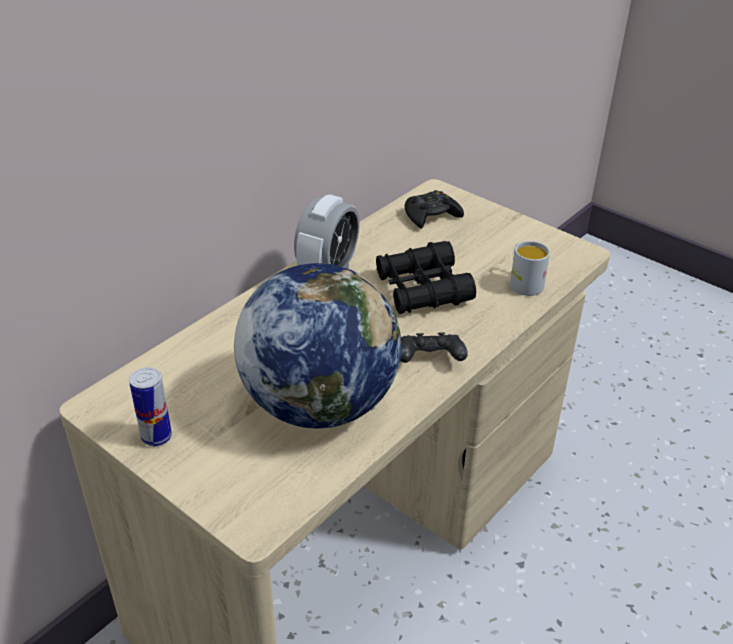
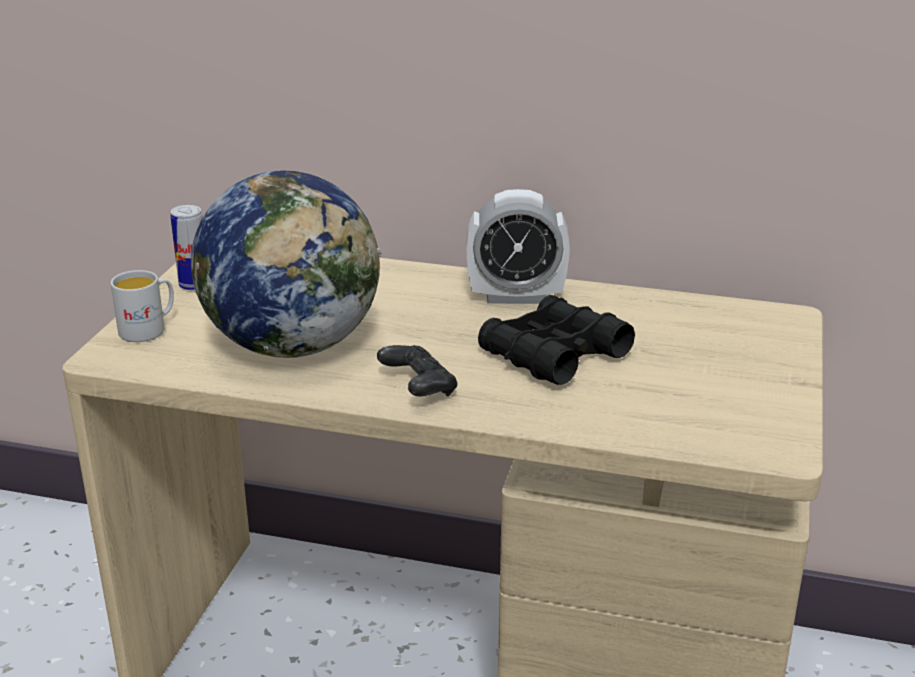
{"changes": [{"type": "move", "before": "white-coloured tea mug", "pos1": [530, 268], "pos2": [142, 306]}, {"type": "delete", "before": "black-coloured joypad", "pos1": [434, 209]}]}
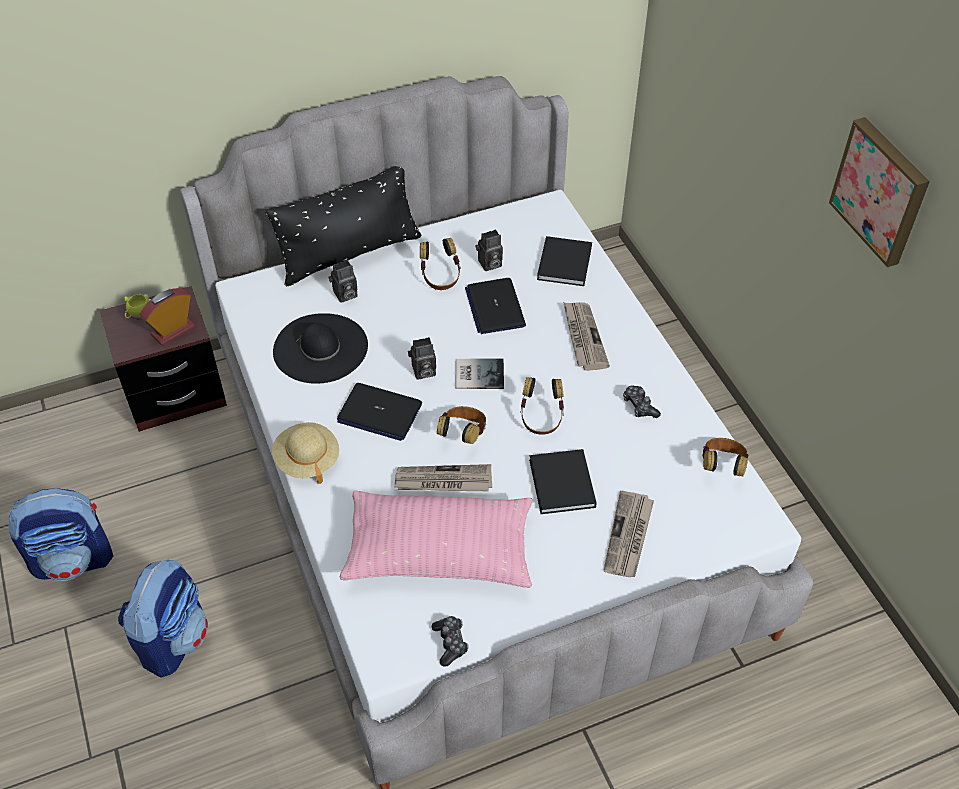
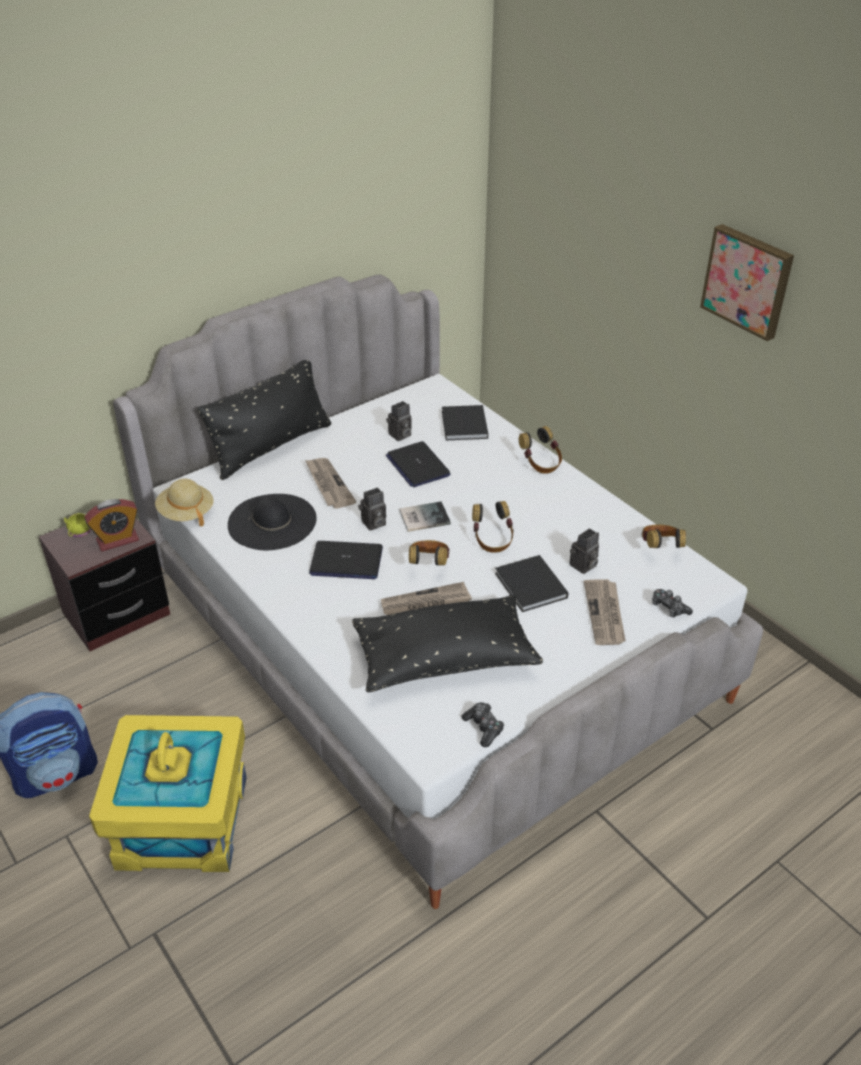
{"changes": [{"type": "rotate", "before": "bedside clock", "pos1": [167, 317], "pos2": [112, 525], "turn": -150}, {"type": "replace", "before": "backpack", "after": "yellow storage container", "pos1": [163, 618], "pos2": [168, 793]}, {"type": "move", "before": "beige hat", "pos1": [305, 453], "pos2": [184, 502]}, {"type": "move", "before": "printed paper", "pos1": [586, 336], "pos2": [330, 483]}, {"type": "recolor", "before": "pinkish throw pillow", "after": "black-coloured throw pillow", "pos1": [435, 539], "pos2": [447, 643]}, {"type": "move", "before": "headphones", "pos1": [440, 264], "pos2": [540, 450]}, {"type": "move", "before": "photo camera", "pos1": [343, 281], "pos2": [584, 551]}, {"type": "move", "before": "joypad", "pos1": [642, 402], "pos2": [672, 603]}]}
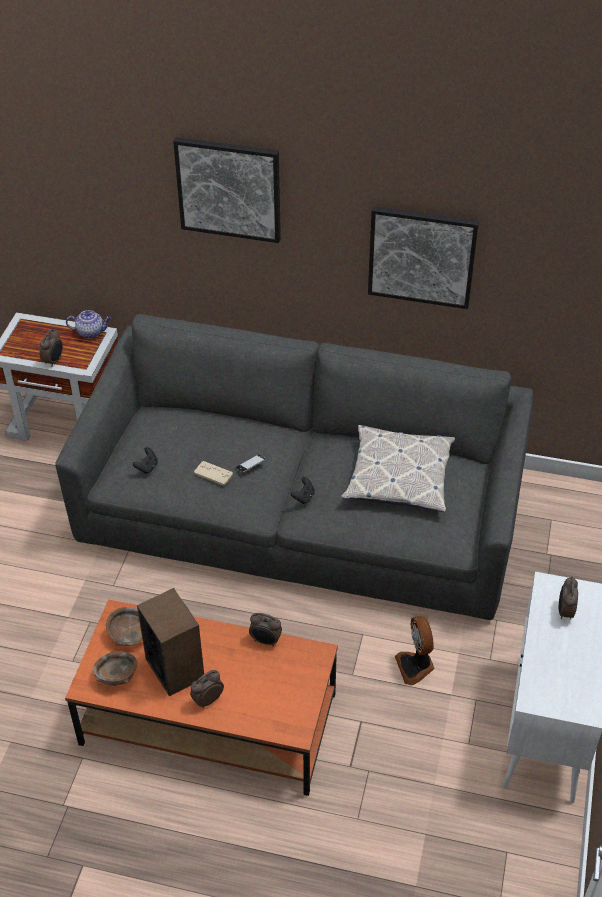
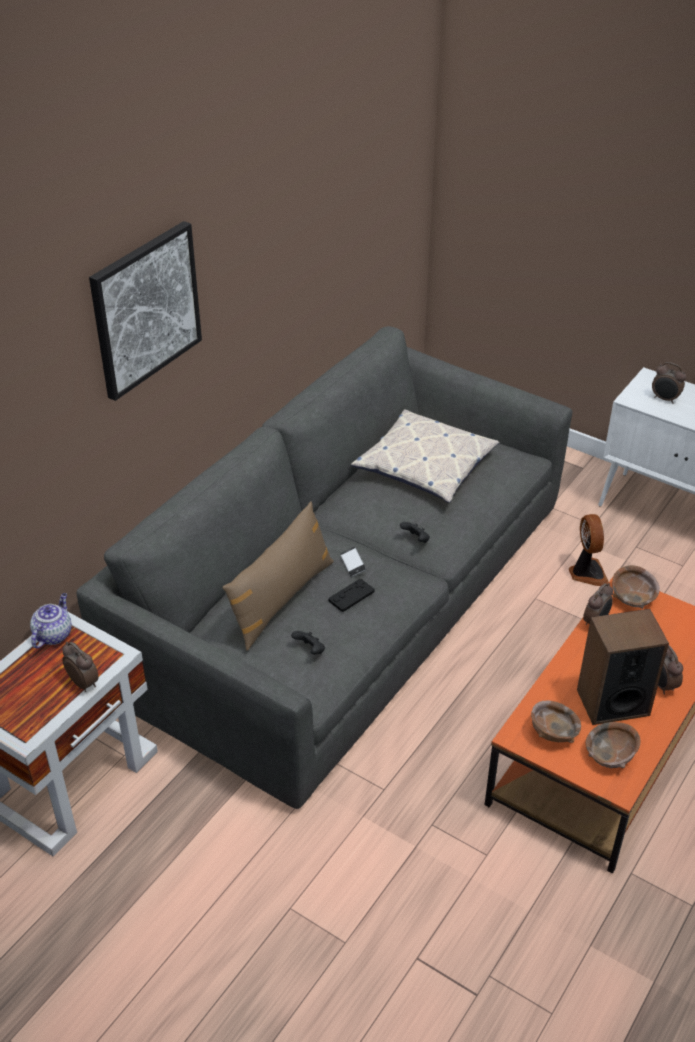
{"changes": [{"type": "insert", "after": "brownish throw pillow", "pos2": [278, 576]}, {"type": "recolor", "before": "beige joypad", "after": "black-coloured joypad", "pos1": [213, 473], "pos2": [351, 595]}, {"type": "rotate", "before": "cooling fan", "pos1": [414, 650], "pos2": [589, 550], "turn": -105}, {"type": "insert", "after": "brownish serving bowl", "pos2": [636, 587]}, {"type": "delete", "before": "wall art", "pos1": [423, 257]}]}
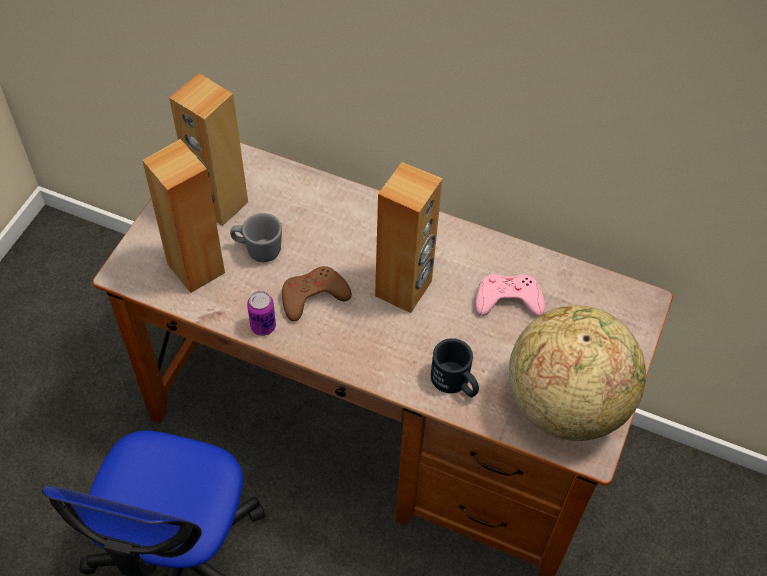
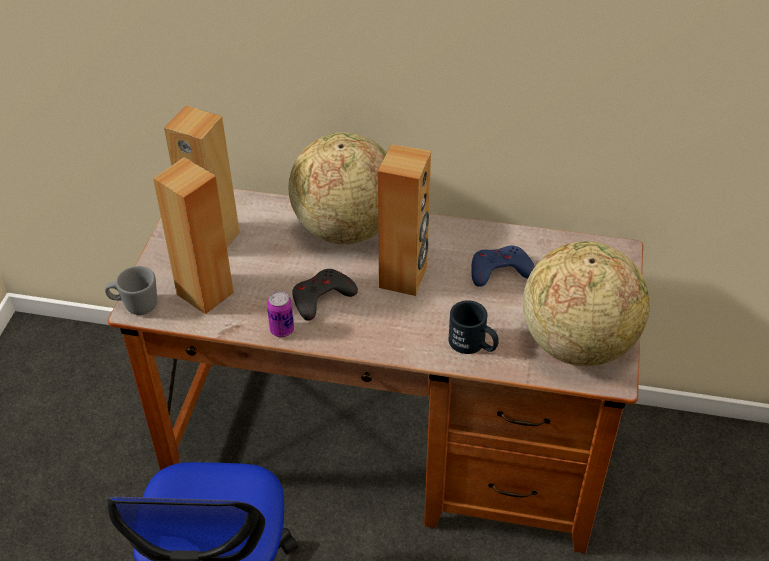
{"changes": [{"type": "move", "before": "greyish tea mug", "pos1": [256, 237], "pos2": [131, 290]}, {"type": "insert", "after": "desk globe", "pos2": [338, 188]}, {"type": "recolor", "before": "brownish joypad", "after": "greyish joypad", "pos1": [317, 293], "pos2": [325, 295]}, {"type": "recolor", "before": "pinkish joypad", "after": "bluish joypad", "pos1": [510, 295], "pos2": [503, 266]}]}
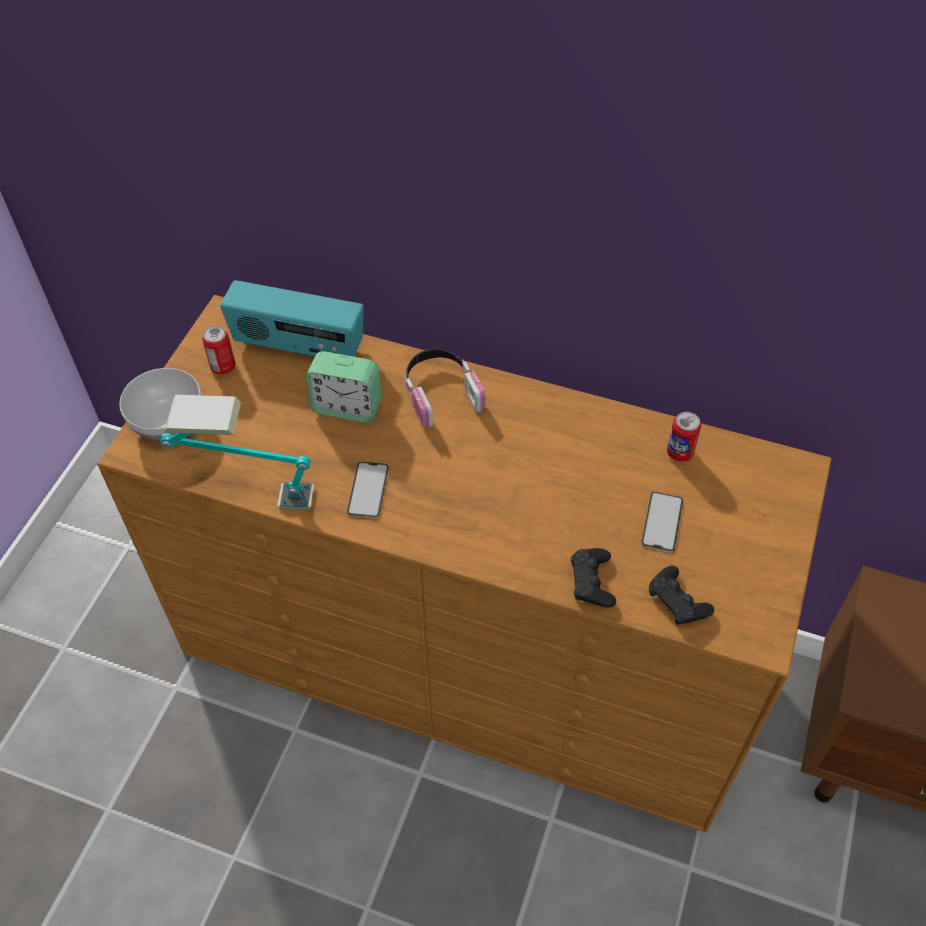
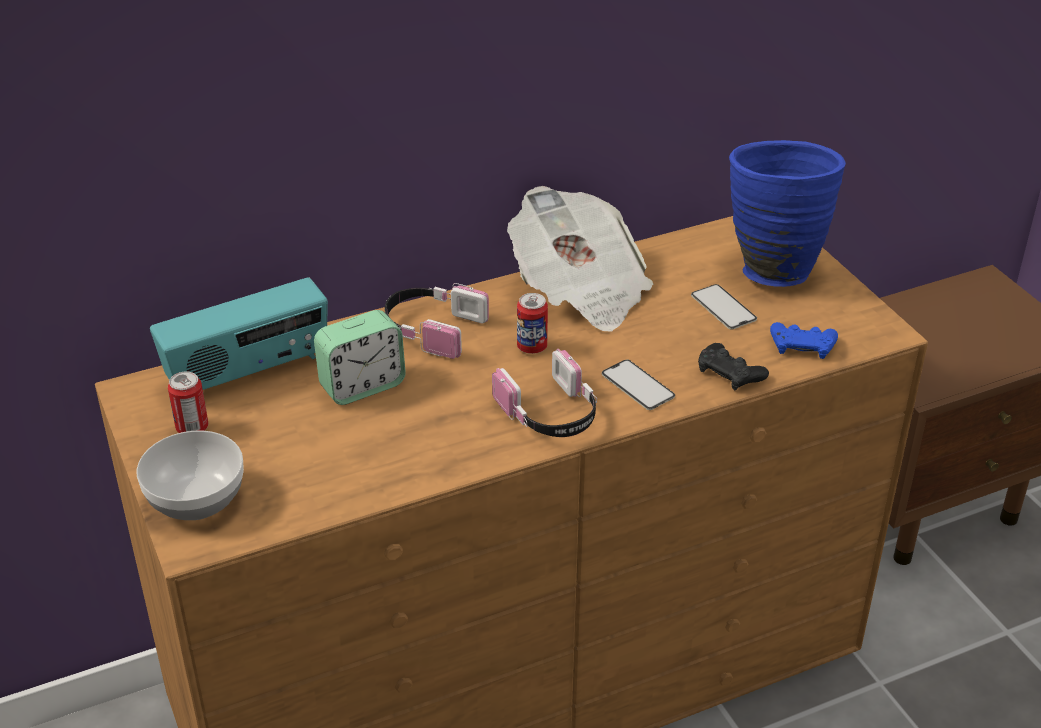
{"changes": [{"type": "insert", "after": "headphones", "pos2": [544, 393]}, {"type": "insert", "after": "printed paper", "pos2": [580, 259]}, {"type": "move", "before": "can", "pos1": [684, 437], "pos2": [532, 323]}, {"type": "move", "before": "telephone", "pos1": [368, 490], "pos2": [638, 384]}, {"type": "insert", "after": "bluish vase", "pos2": [787, 213]}, {"type": "recolor", "before": "black-coloured joypad", "after": "bluish joypad", "pos1": [681, 595], "pos2": [804, 340]}, {"type": "delete", "before": "lamp for a table", "pos1": [237, 452]}]}
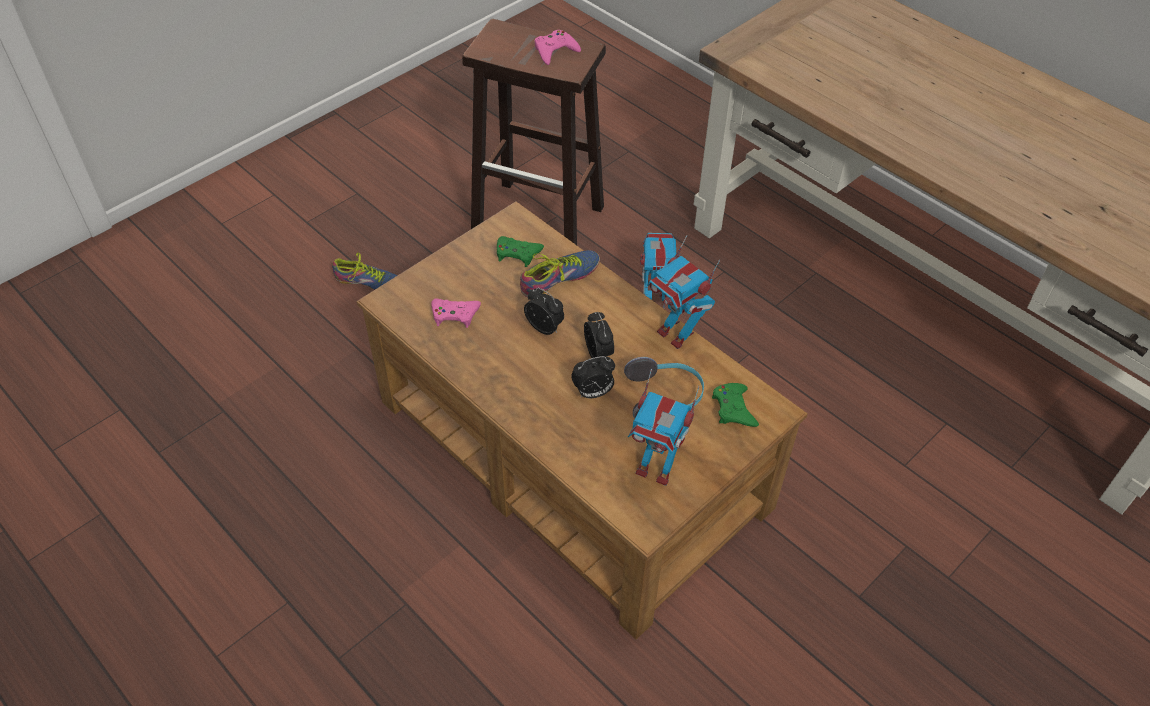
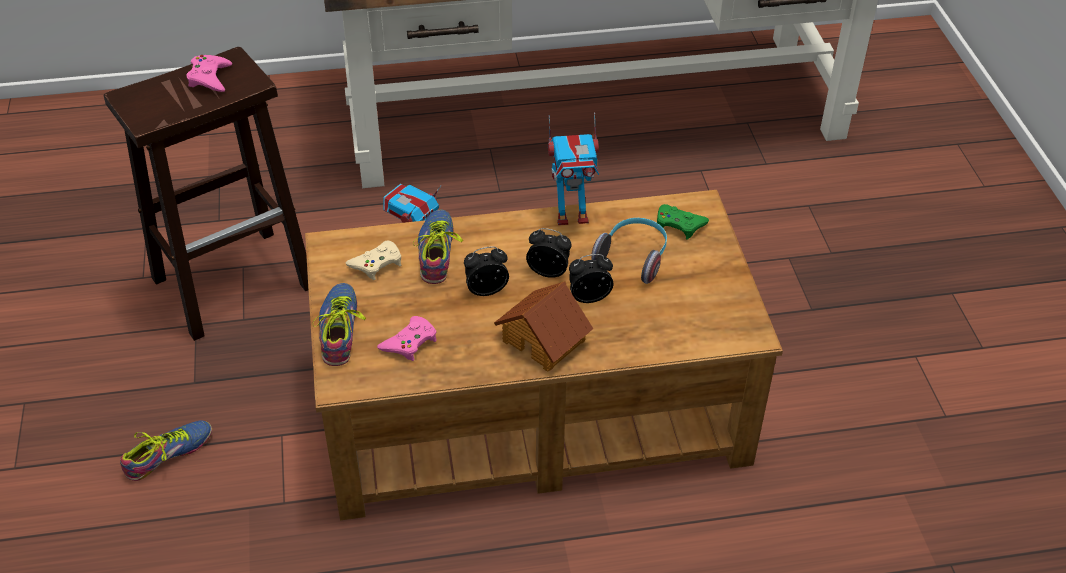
{"changes": [{"type": "insert", "after": "low shoe", "pos2": [339, 324]}, {"type": "recolor", "before": "green-coloured joypad", "after": "beige joypad", "pos1": [520, 251], "pos2": [373, 260]}, {"type": "insert", "after": "miniature house", "pos2": [543, 326]}, {"type": "rotate", "before": "bedside clock", "pos1": [593, 377], "pos2": [591, 278], "turn": -120}, {"type": "delete", "before": "robot figure", "pos1": [663, 427]}]}
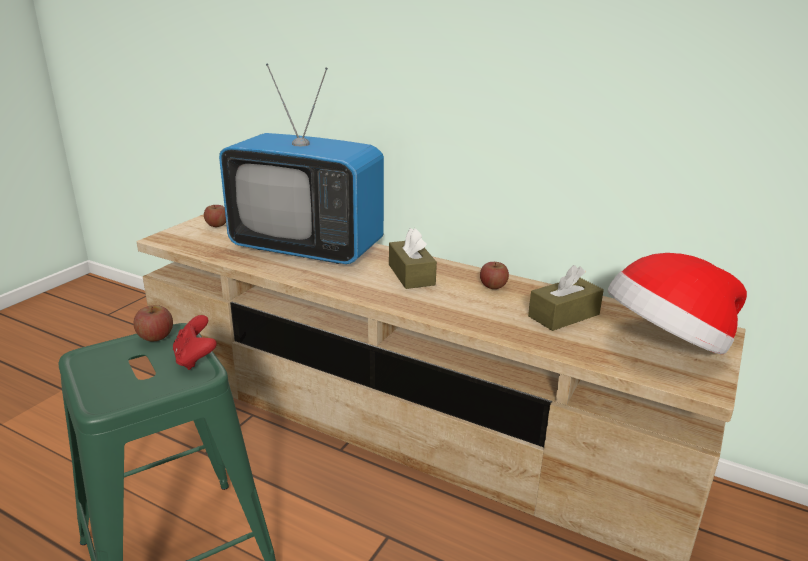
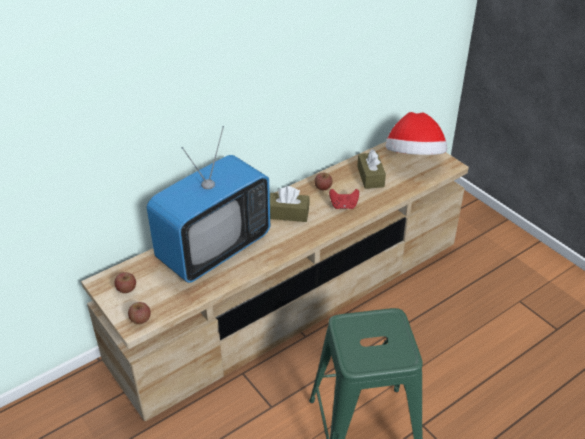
{"changes": [{"type": "move", "before": "apple fruit", "pos1": [153, 323], "pos2": [139, 313]}, {"type": "move", "before": "reddish joypad", "pos1": [195, 342], "pos2": [344, 199]}]}
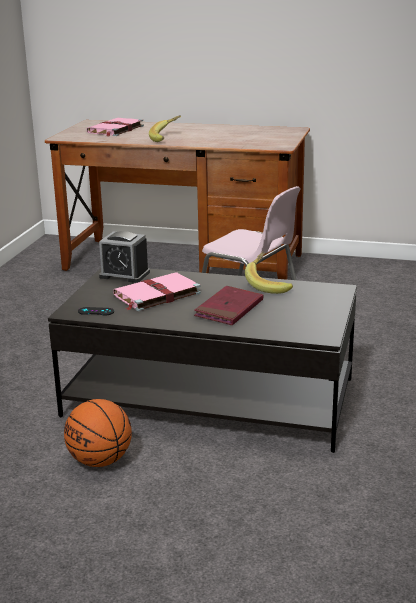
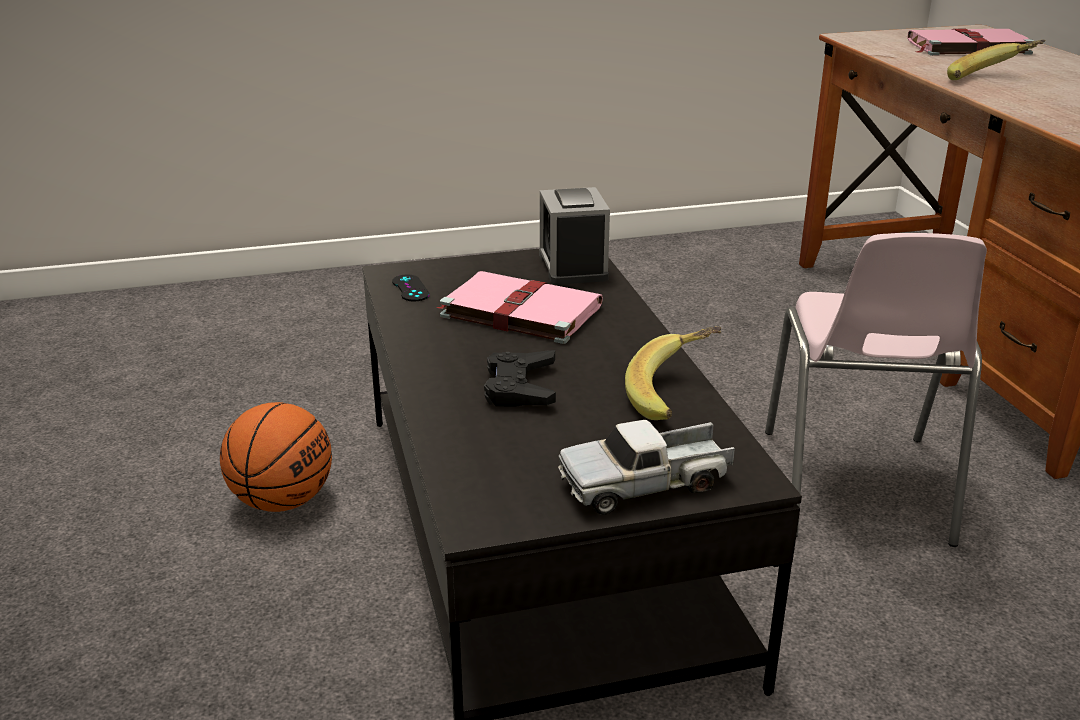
{"changes": [{"type": "replace", "before": "reddish bound book", "after": "black-coloured joypad", "pos1": [228, 305], "pos2": [520, 378]}, {"type": "insert", "after": "model truck", "pos2": [646, 467]}]}
